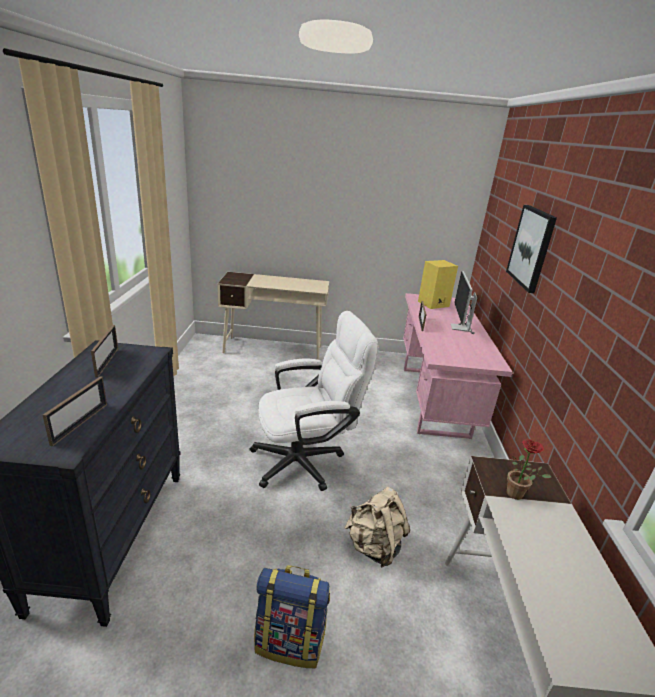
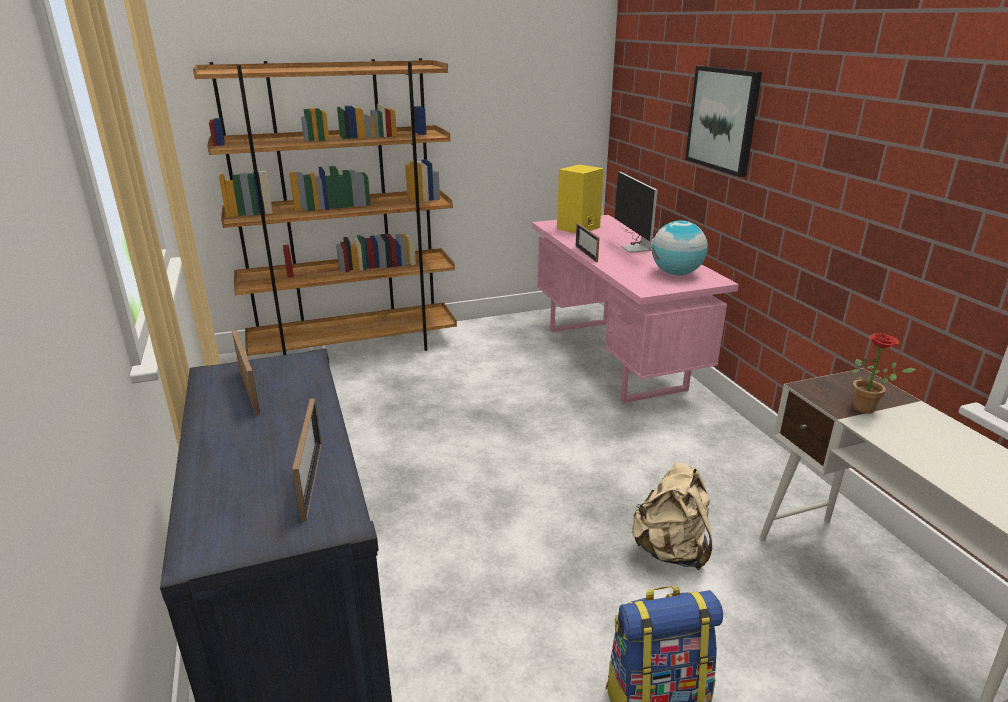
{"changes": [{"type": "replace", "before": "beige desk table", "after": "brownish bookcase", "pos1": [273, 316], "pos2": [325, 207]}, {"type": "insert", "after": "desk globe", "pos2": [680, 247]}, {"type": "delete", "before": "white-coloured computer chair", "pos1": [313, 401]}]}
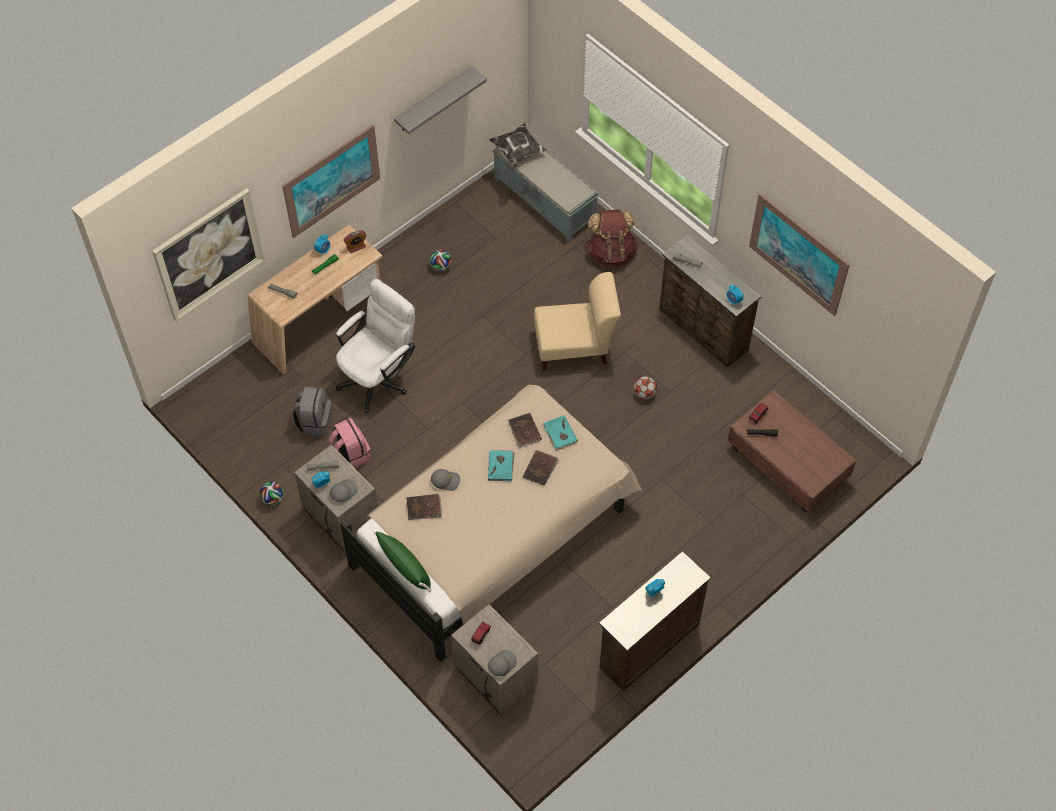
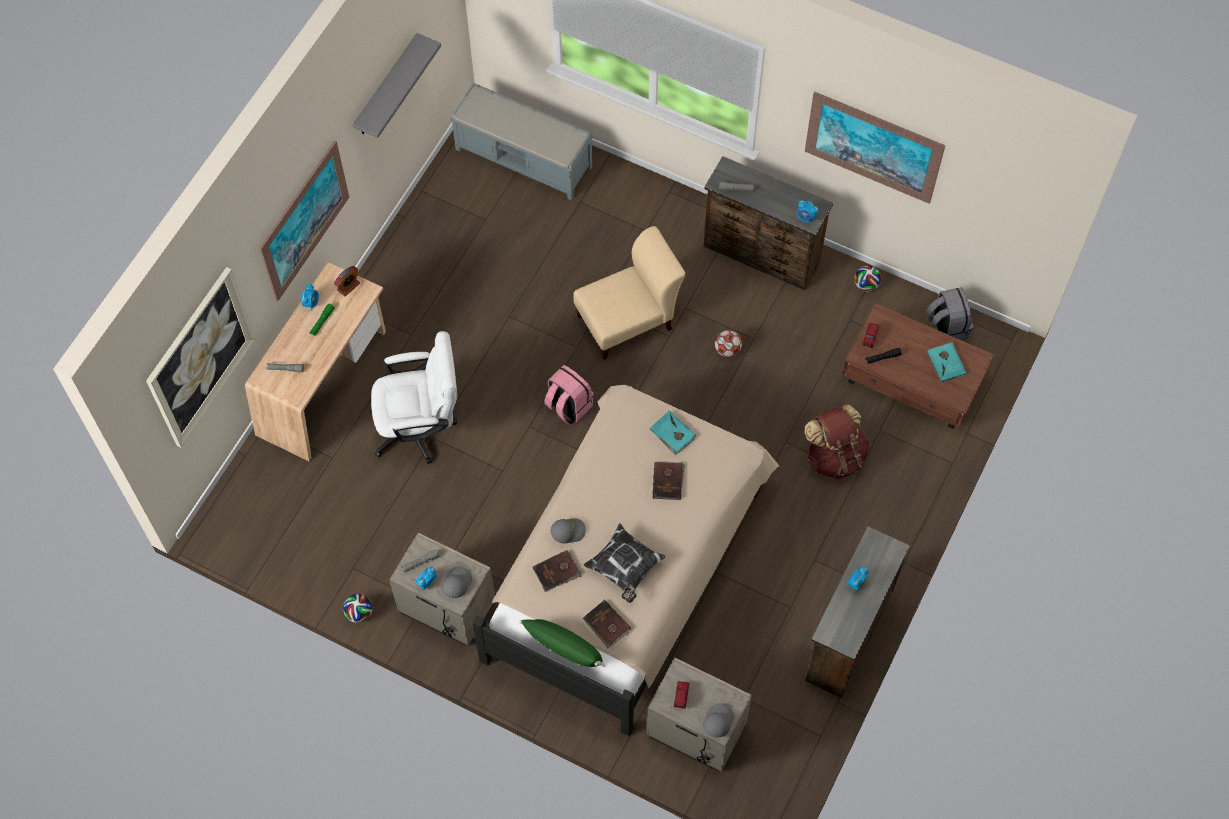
{"changes": [{"type": "rotate", "before": "white-coloured computer chair", "pos1": [376, 346], "pos2": [413, 397], "turn": 60}, {"type": "move", "before": "pinkish backpack", "pos1": [349, 443], "pos2": [569, 395]}, {"type": "move", "before": "throw pillow", "pos1": [518, 146], "pos2": [624, 563]}, {"type": "move", "before": "brownish bound book", "pos1": [525, 430], "pos2": [607, 624]}, {"type": "move", "before": "brownish backpack", "pos1": [612, 238], "pos2": [836, 442]}, {"type": "move", "before": "ball for football", "pos1": [441, 260], "pos2": [867, 278]}, {"type": "move", "before": "greyish backpack", "pos1": [312, 411], "pos2": [950, 314]}, {"type": "move", "before": "turquoise-coloured bound book", "pos1": [501, 465], "pos2": [947, 362]}]}
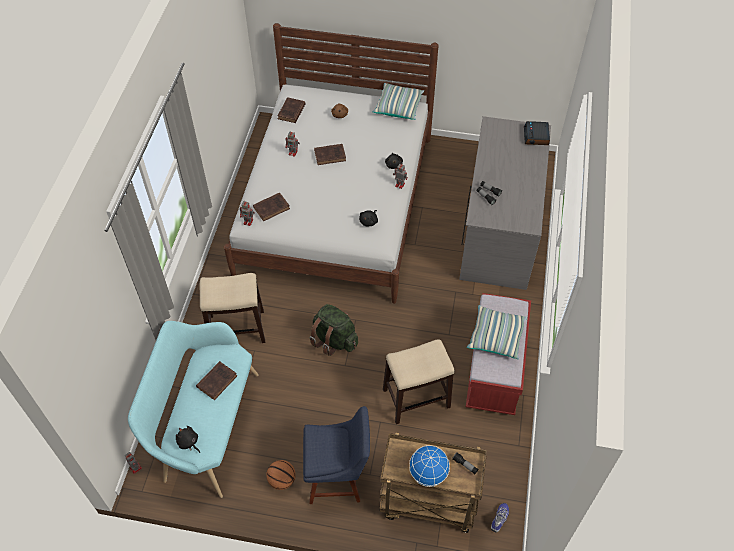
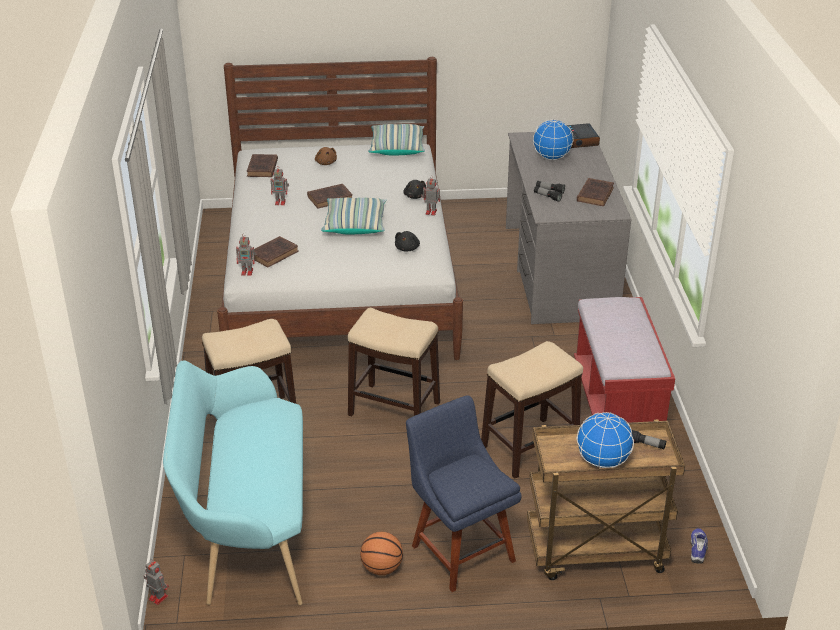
{"changes": [{"type": "move", "before": "throw pillow", "pos1": [497, 332], "pos2": [353, 216]}, {"type": "replace", "before": "green-coloured backpack", "after": "sitting stool", "pos1": [334, 330], "pos2": [393, 362]}, {"type": "rotate", "before": "bluish upright chair", "pos1": [336, 455], "pos2": [464, 493], "turn": -105}, {"type": "insert", "after": "desk globe", "pos2": [553, 139]}, {"type": "move", "before": "brownish bound book", "pos1": [216, 380], "pos2": [595, 192]}, {"type": "delete", "before": "black-coloured soft toy", "pos1": [188, 439]}]}
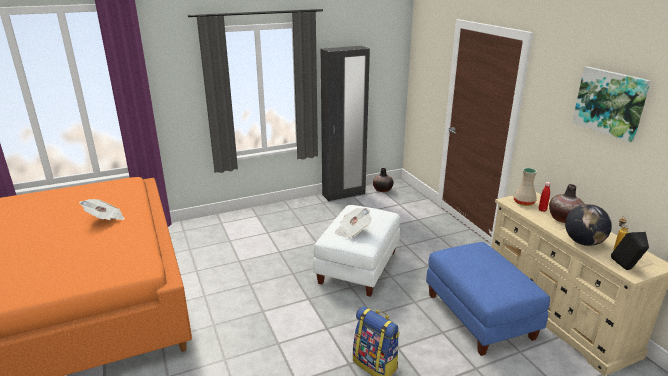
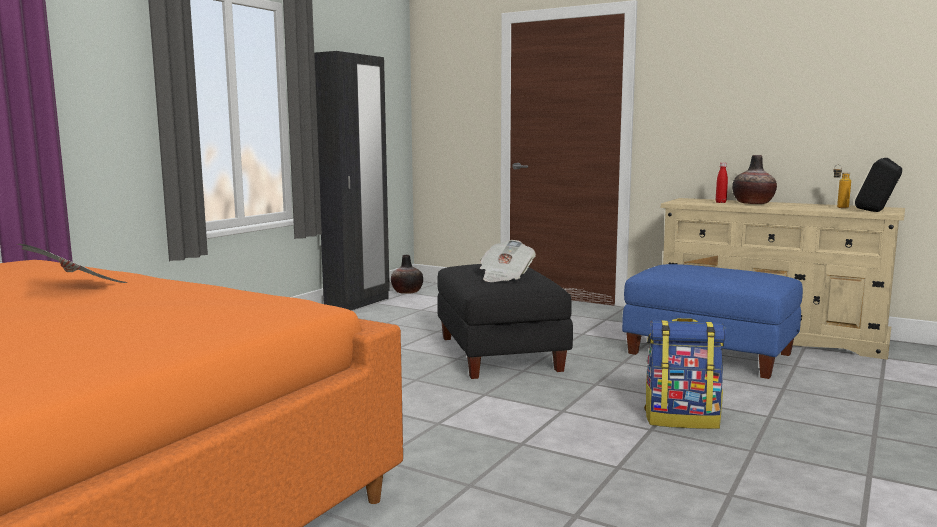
{"changes": [{"type": "recolor", "before": "white-coloured footrest", "after": "black-coloured footrest", "pos1": [357, 251], "pos2": [505, 321]}, {"type": "delete", "before": "beige vase", "pos1": [525, 187]}, {"type": "delete", "before": "desk globe", "pos1": [588, 225]}, {"type": "delete", "before": "wall art", "pos1": [611, 104]}]}
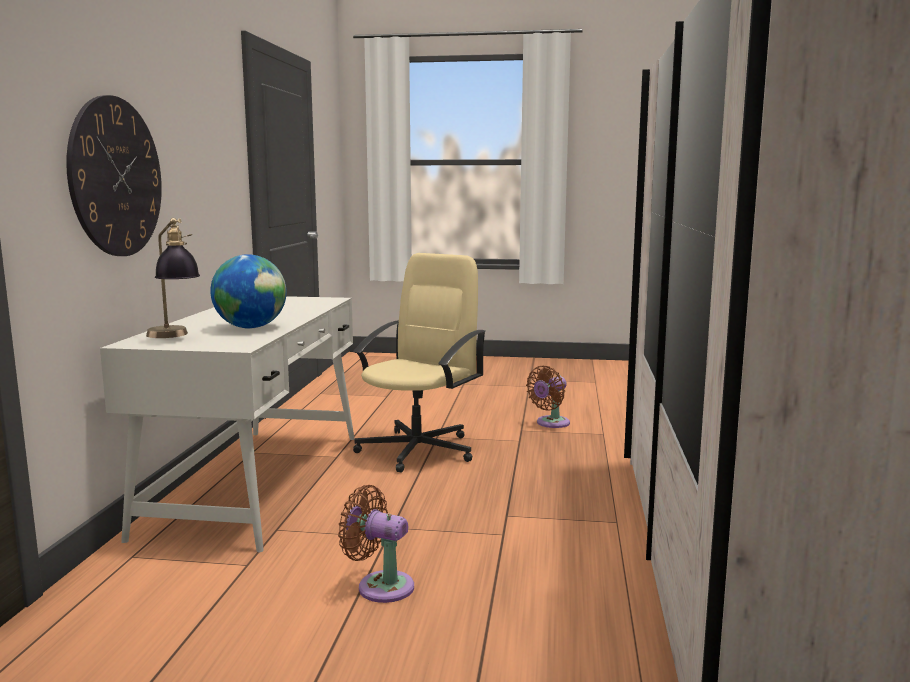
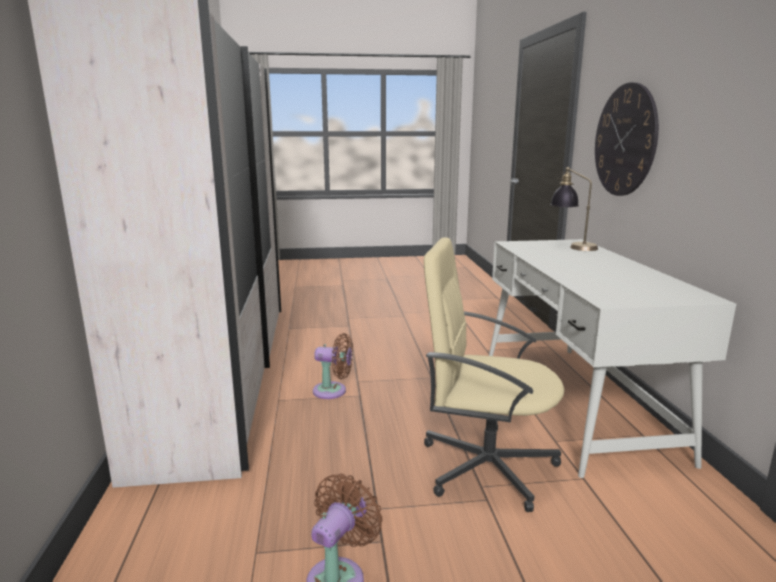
{"changes": [{"type": "move", "before": "brownish cooling fan", "pos1": [376, 544], "pos2": [333, 366]}, {"type": "rotate", "before": "beige computer chair", "pos1": [419, 363], "pos2": [494, 374], "turn": 90}, {"type": "delete", "before": "desk globe", "pos1": [248, 291]}]}
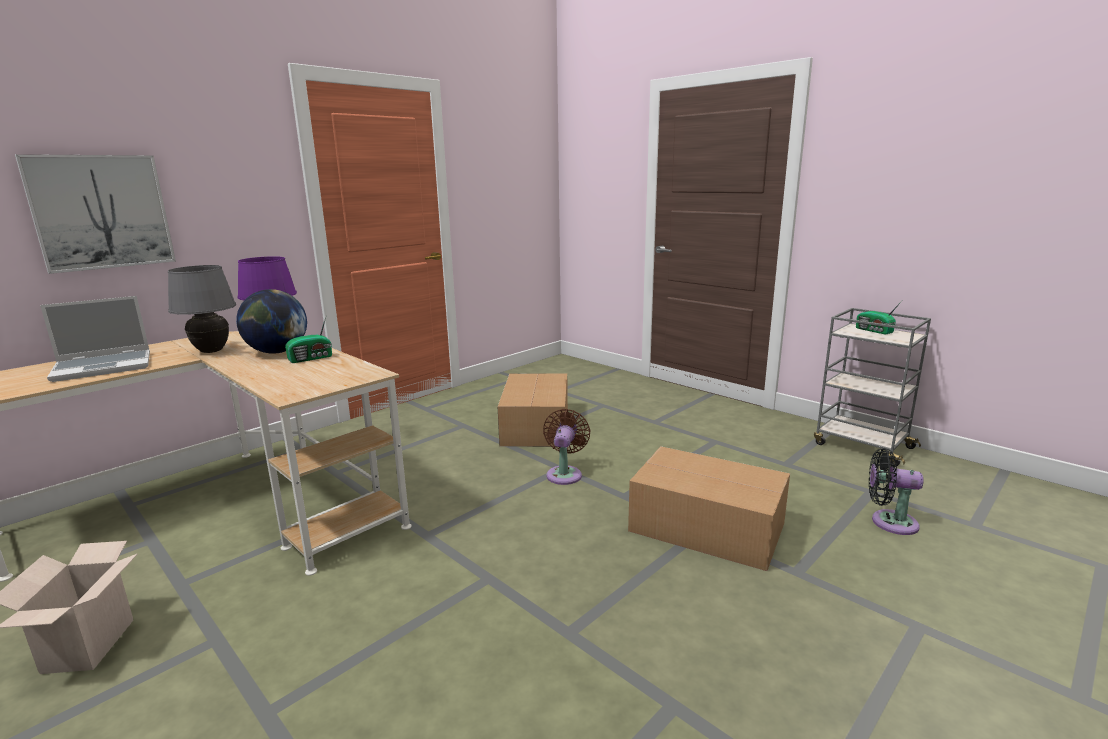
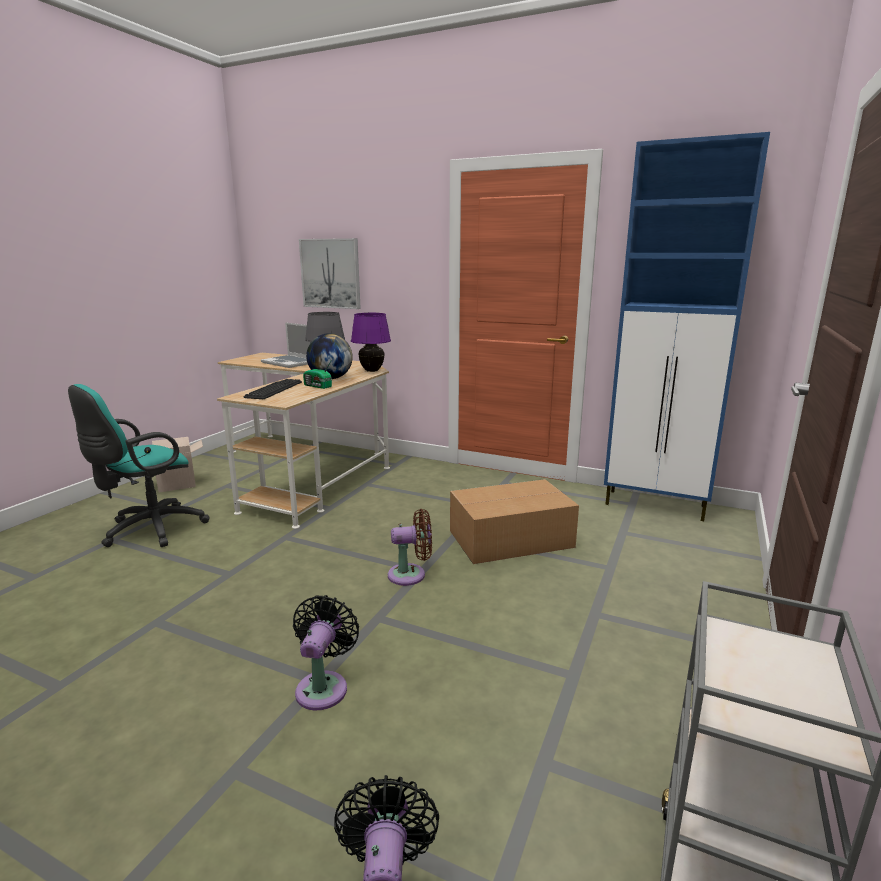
{"changes": [{"type": "insert", "after": "turquoise-coloured computer chair", "pos2": [139, 465]}, {"type": "insert", "after": "computer keyboard", "pos2": [272, 389]}, {"type": "replace", "before": "packing box", "after": "black-coloured cooling fan", "pos1": [709, 508], "pos2": [326, 652]}, {"type": "insert", "after": "bluish storage cabinet", "pos2": [687, 326]}, {"type": "delete", "before": "radio set", "pos1": [879, 318]}]}
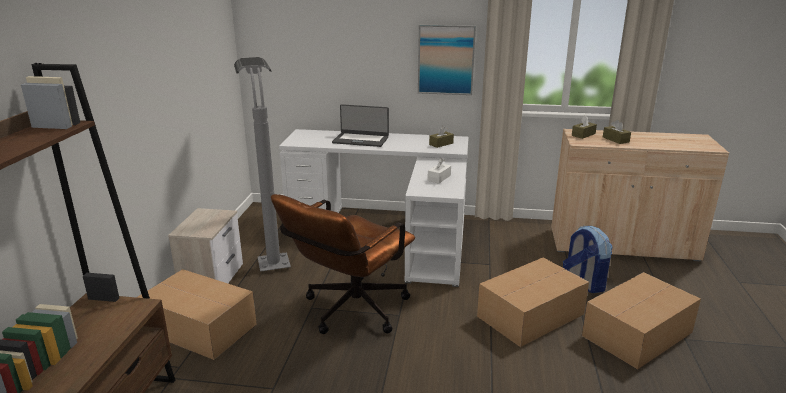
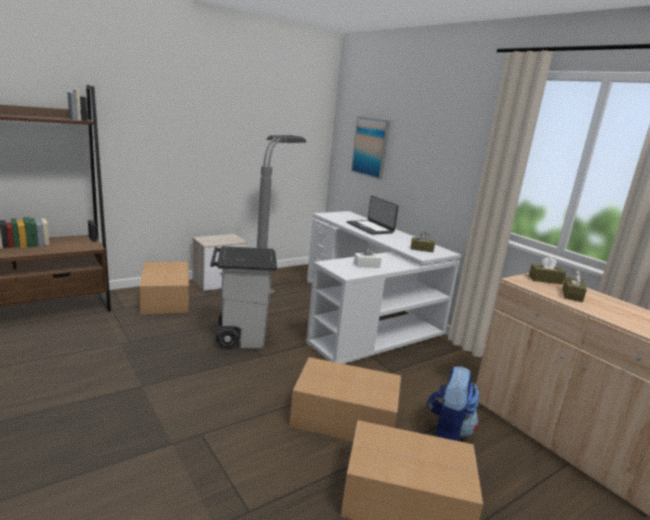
{"changes": [{"type": "replace", "before": "brownish computer chair", "after": "greyish rubbish bin", "pos1": [343, 264], "pos2": [243, 297]}, {"type": "move", "before": "wall art", "pos1": [447, 60], "pos2": [370, 148]}]}
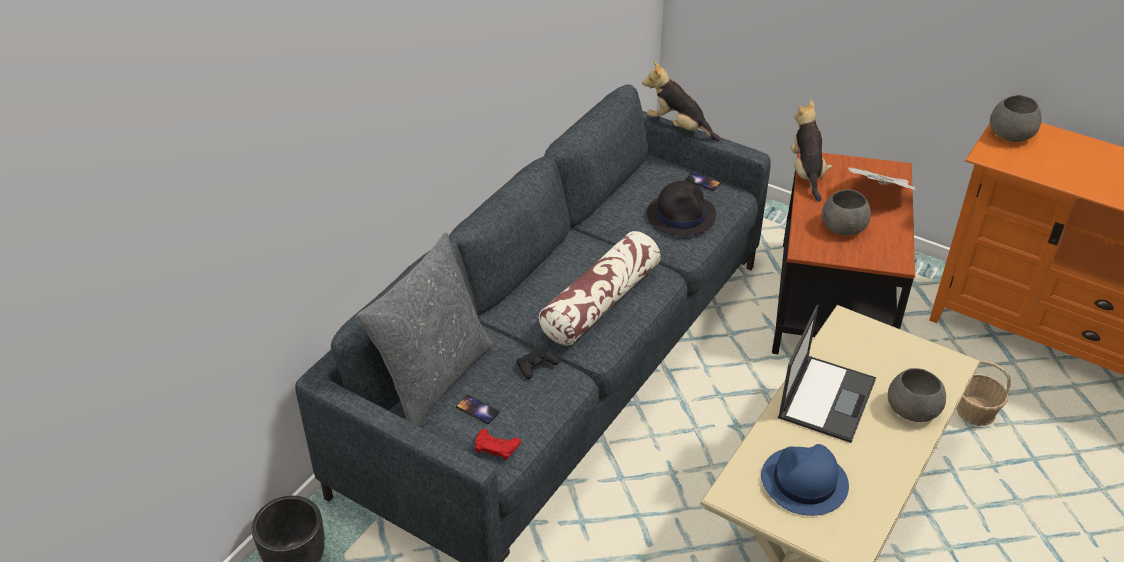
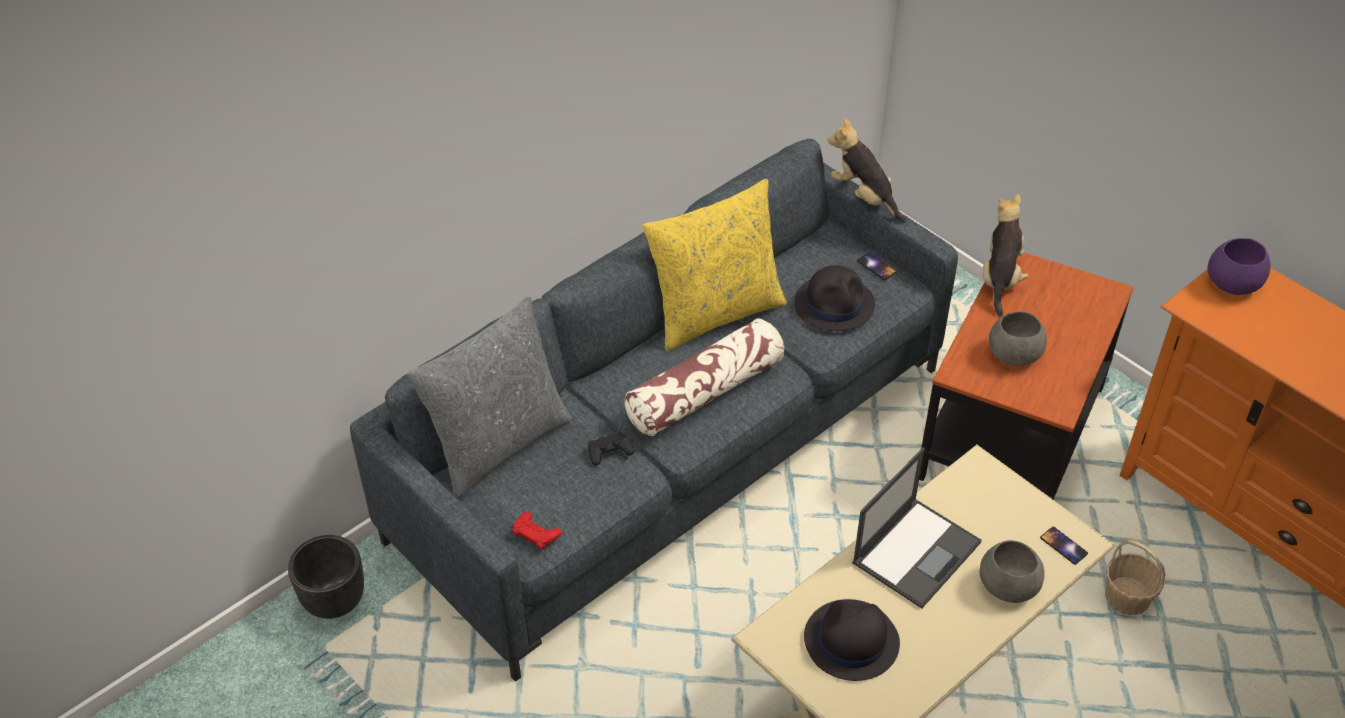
{"changes": [{"type": "insert", "after": "yellow throw pillow", "pos2": [714, 265]}, {"type": "recolor", "before": "bluish hat", "after": "black-coloured hat", "pos1": [805, 480], "pos2": [852, 640]}, {"type": "move", "before": "telephone", "pos1": [478, 409], "pos2": [1064, 546]}, {"type": "recolor", "before": "greyish serving bowl", "after": "purple serving bowl", "pos1": [1016, 118], "pos2": [1239, 266]}, {"type": "delete", "before": "printed paper", "pos1": [883, 179]}]}
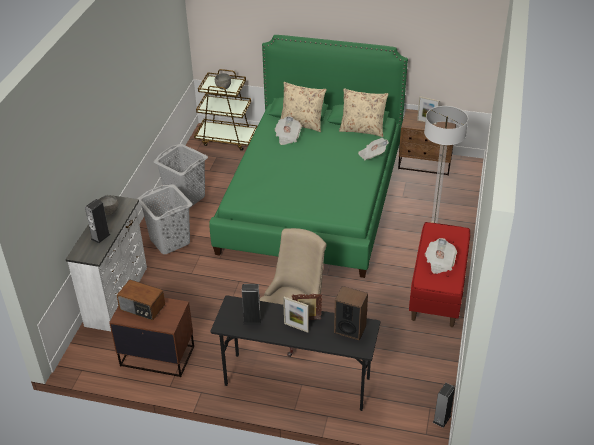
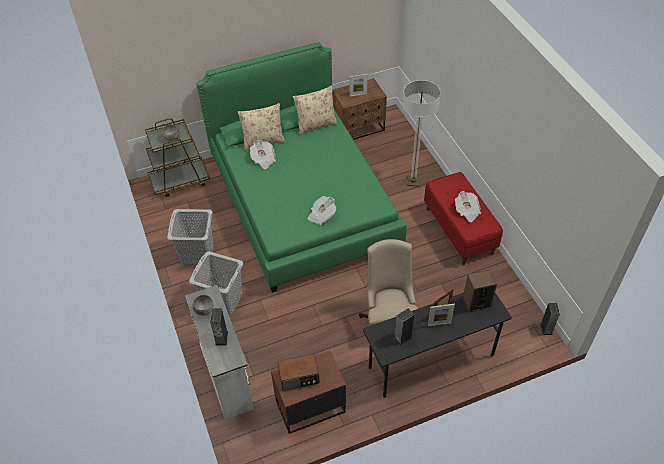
{"changes": [{"type": "move", "before": "printed paper", "pos1": [373, 149], "pos2": [322, 210]}]}
